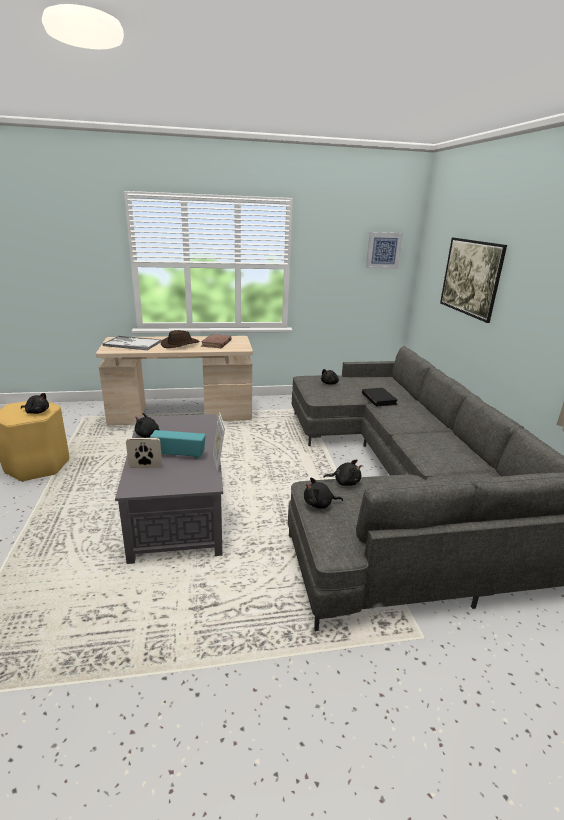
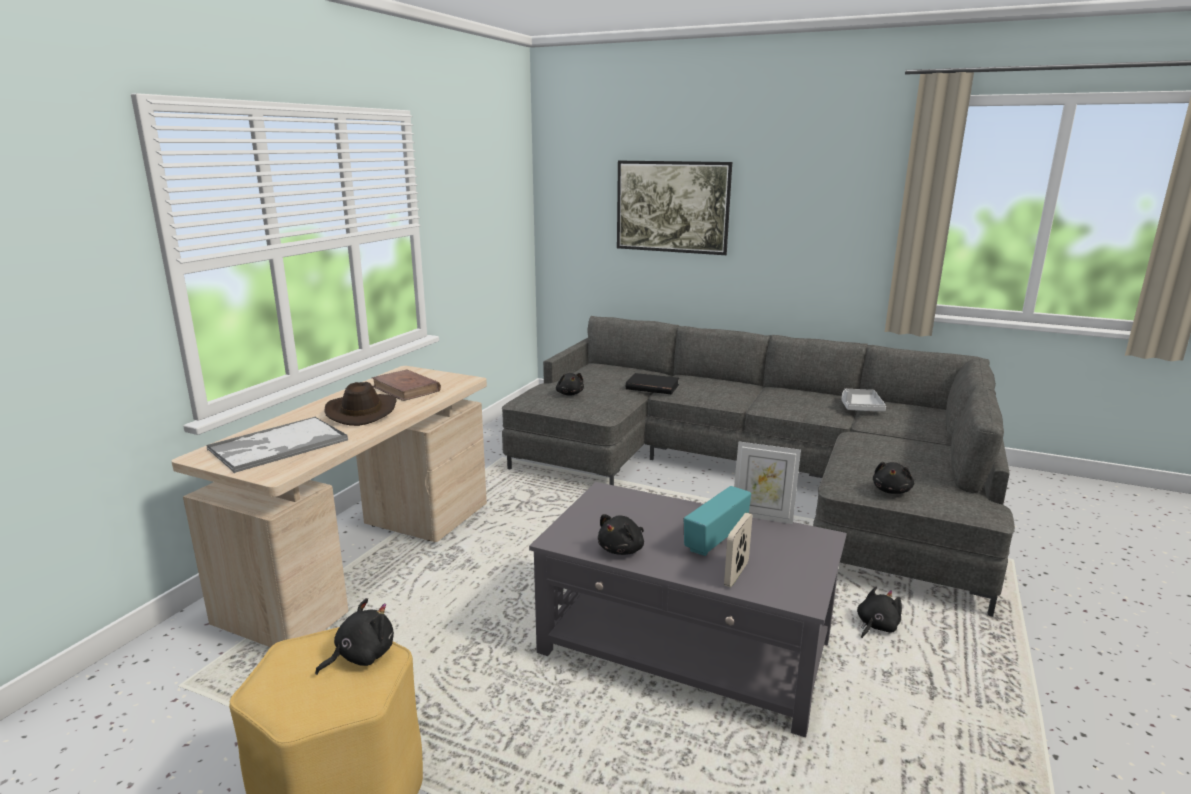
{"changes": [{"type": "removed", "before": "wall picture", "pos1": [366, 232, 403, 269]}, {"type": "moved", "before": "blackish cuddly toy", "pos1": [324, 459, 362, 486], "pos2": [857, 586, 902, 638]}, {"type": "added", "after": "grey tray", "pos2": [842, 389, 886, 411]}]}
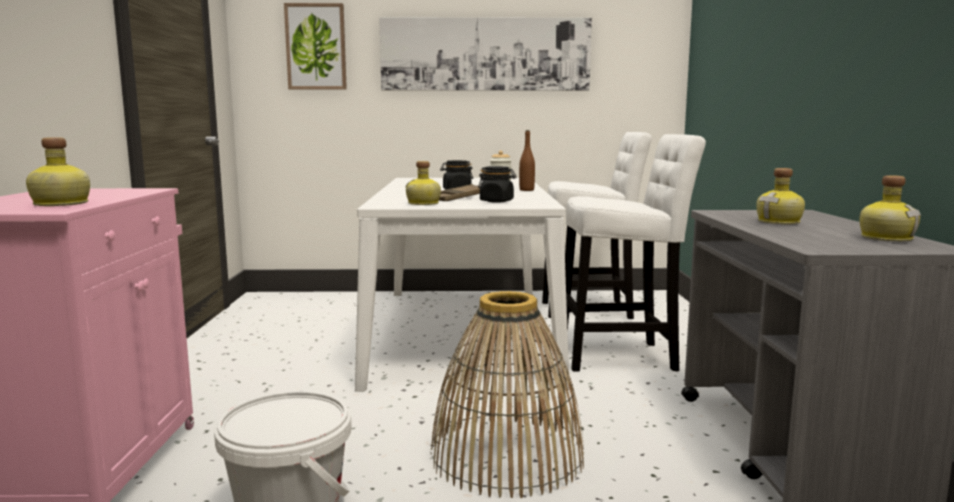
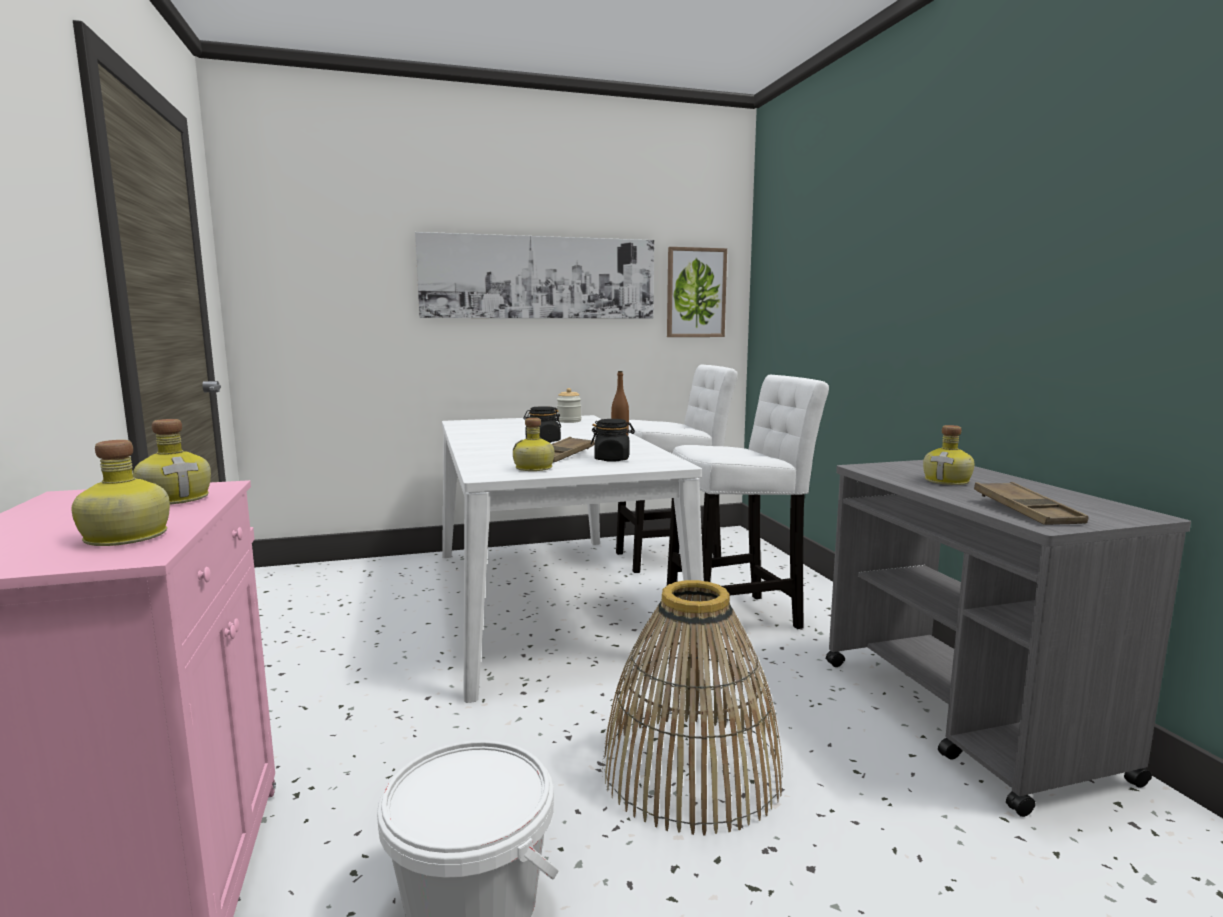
{"changes": [{"type": "moved", "before": "wall picture", "pos1": [284, 3, 347, 90], "pos2": [667, 247, 727, 337]}, {"type": "moved", "before": "beverage bottle", "pos1": [859, 175, 921, 241], "pos2": [133, 419, 211, 505]}, {"type": "added", "after": "brownish tray", "pos2": [974, 482, 1088, 525]}]}
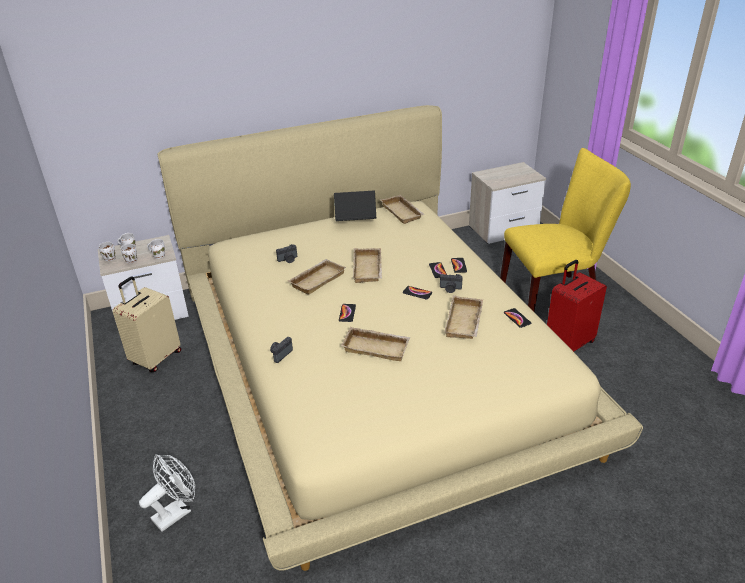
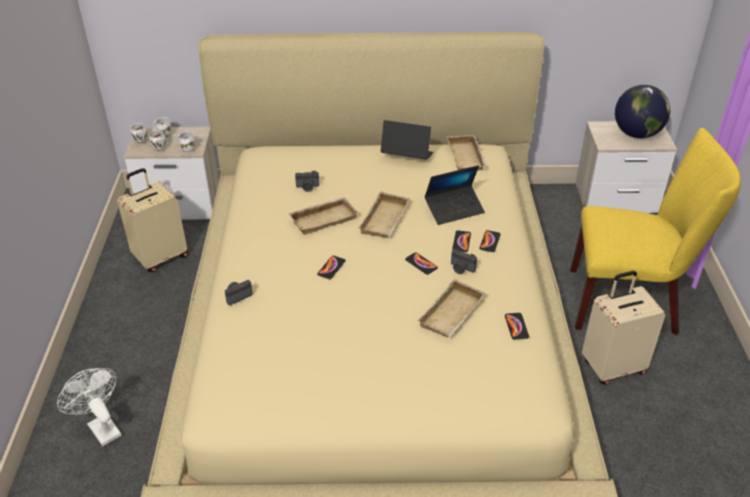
{"changes": [{"type": "recoloured", "before": "reddish travel case", "after": "sand-coloured travel case", "pos1": [547, 260, 607, 352], "pos2": [582, 271, 666, 385]}, {"type": "removed", "before": "sand-coloured tray", "pos1": [341, 327, 410, 361]}, {"type": "turned", "before": "white-coloured electric fan", "pos1": [139, 454, 196, 532], "pos2": [57, 368, 122, 446], "turn": -105}, {"type": "added", "after": "desk globe", "pos2": [615, 85, 670, 138]}, {"type": "added", "after": "notebook computer", "pos2": [425, 165, 485, 225]}]}
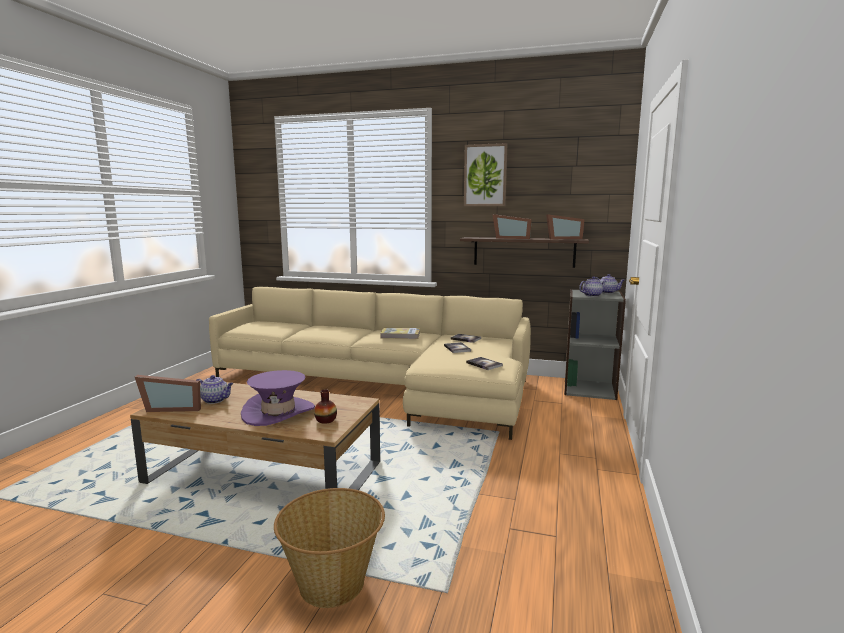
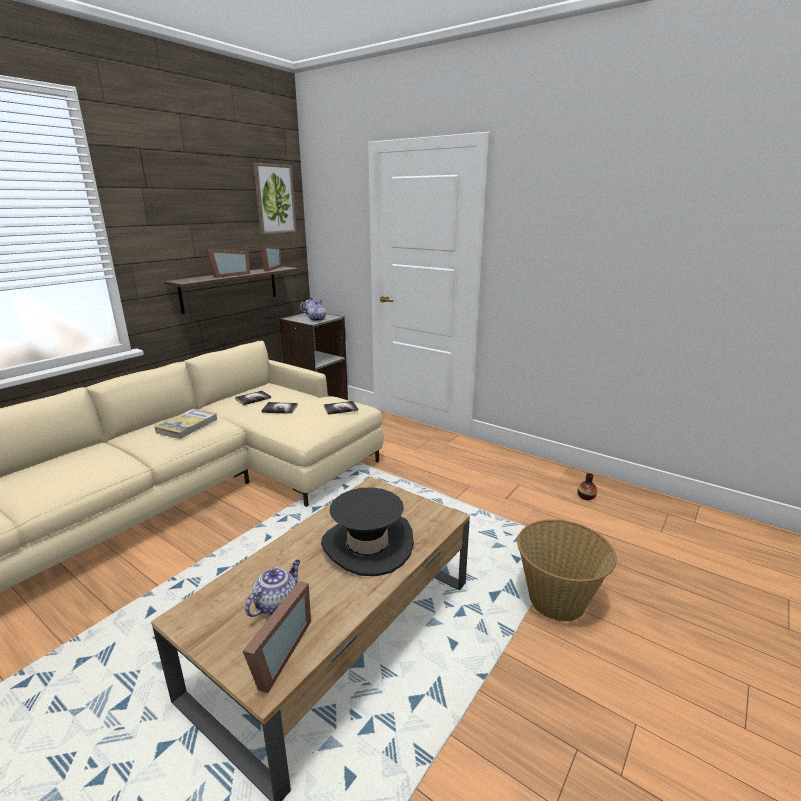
{"changes": [{"type": "moved", "before": "wall picture", "pos1": [464, 143, 507, 206], "pos2": [253, 163, 297, 234]}, {"type": "recoloured", "before": "purplish clothing hat", "after": "blackish clothing hat", "pos1": [241, 370, 315, 426], "pos2": [321, 487, 414, 576]}, {"type": "moved", "before": "flower vase", "pos1": [314, 389, 337, 424], "pos2": [578, 473, 597, 500]}]}
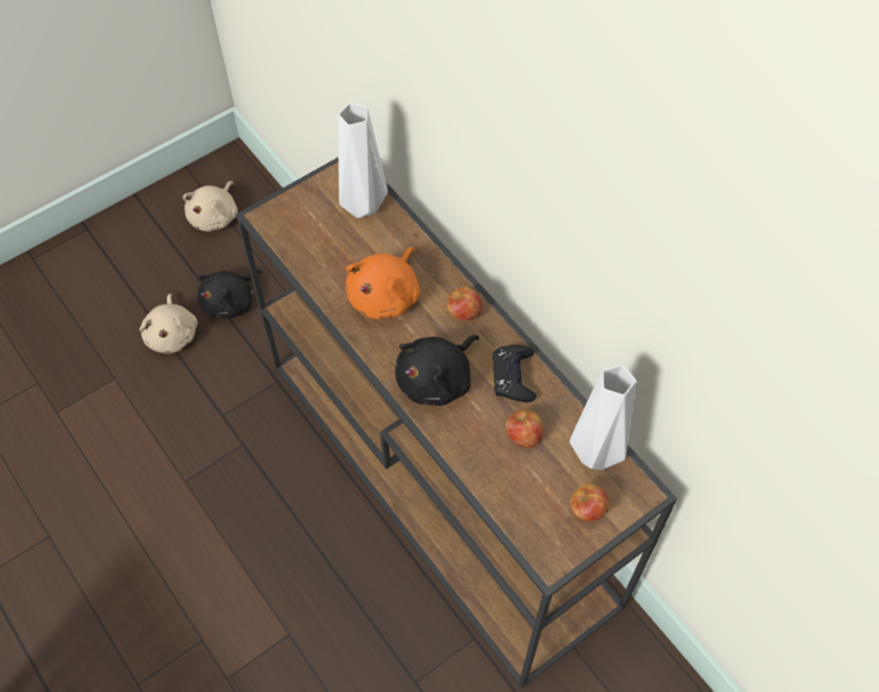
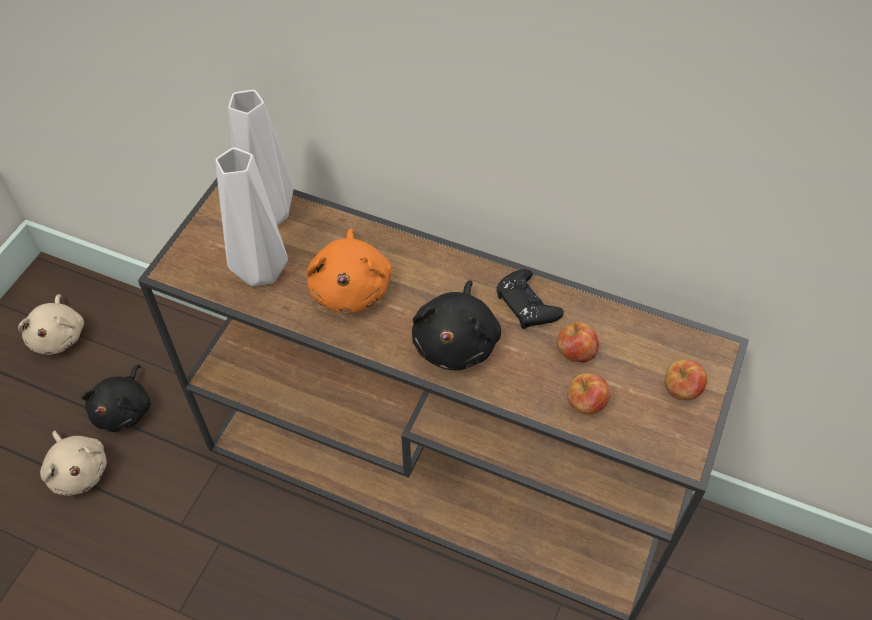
{"changes": [{"type": "moved", "before": "apple", "pos1": [446, 287, 482, 321], "pos2": [567, 373, 611, 415]}, {"type": "moved", "before": "white-coloured flower vase", "pos1": [570, 365, 636, 470], "pos2": [215, 147, 288, 286]}]}
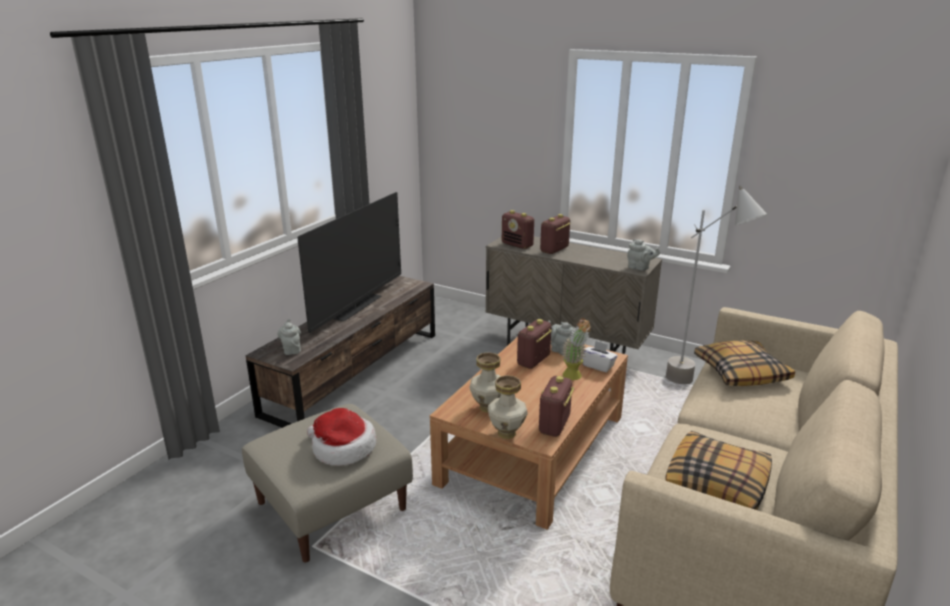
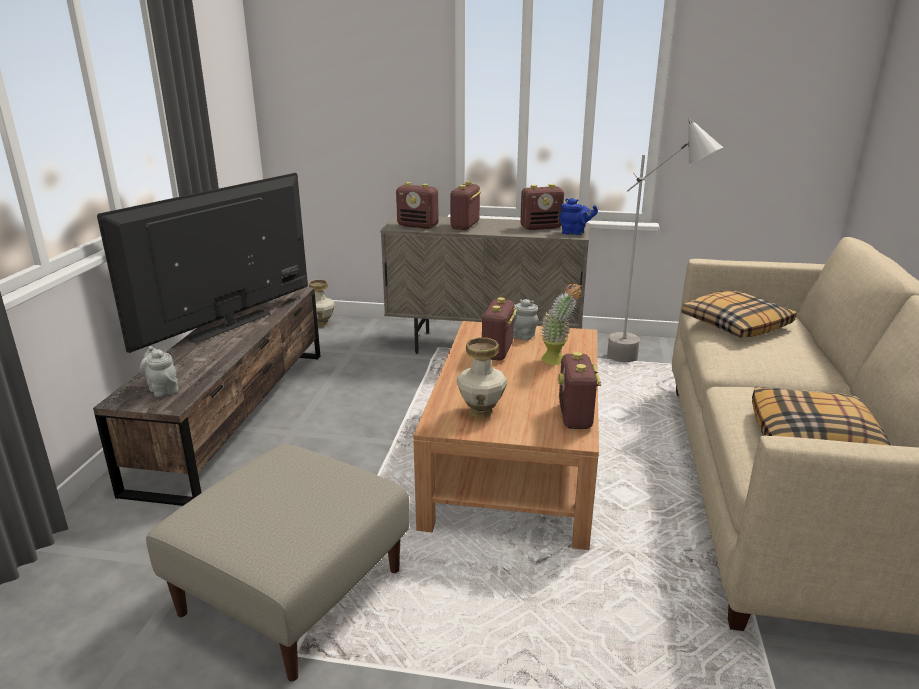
{"changes": [{"type": "turned", "before": "TV set", "pos1": [297, 192, 401, 333], "pos2": [97, 173, 308, 353], "turn": -150}, {"type": "recoloured", "before": "grey teapot", "after": "bluish teapot", "pos1": [627, 239, 660, 271], "pos2": [559, 198, 598, 235]}, {"type": "removed", "before": "white-coloured tissue box", "pos1": [582, 341, 618, 372]}, {"type": "moved", "before": "flower vase", "pos1": [487, 375, 528, 439], "pos2": [309, 279, 335, 326]}, {"type": "removed", "before": "clothing hat", "pos1": [307, 408, 376, 466]}, {"type": "added", "after": "radio receiver", "pos2": [520, 184, 564, 230]}]}
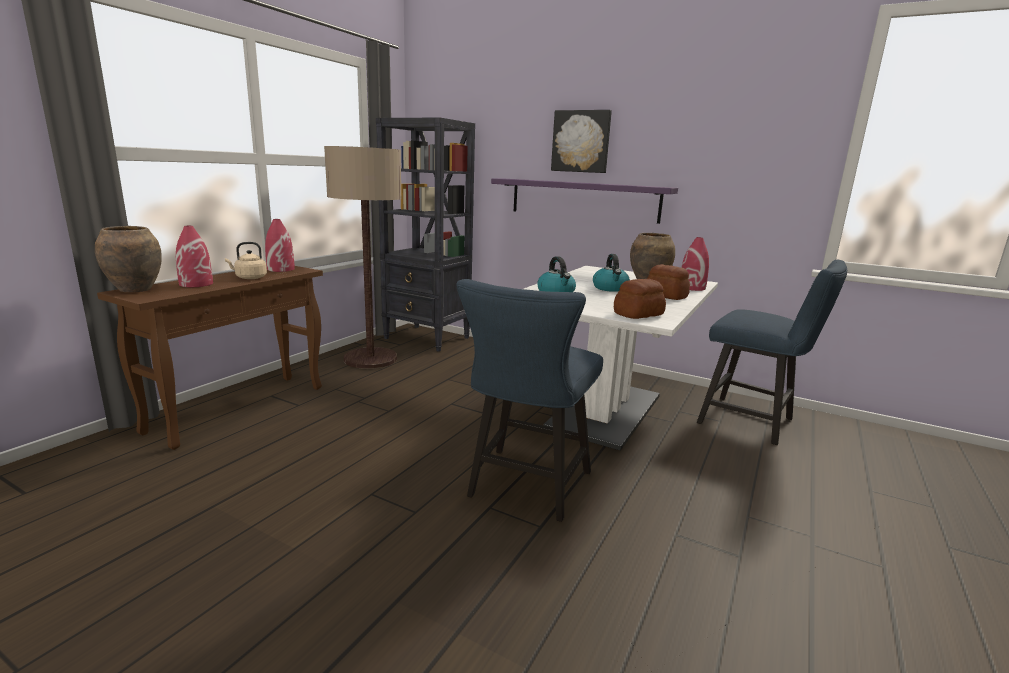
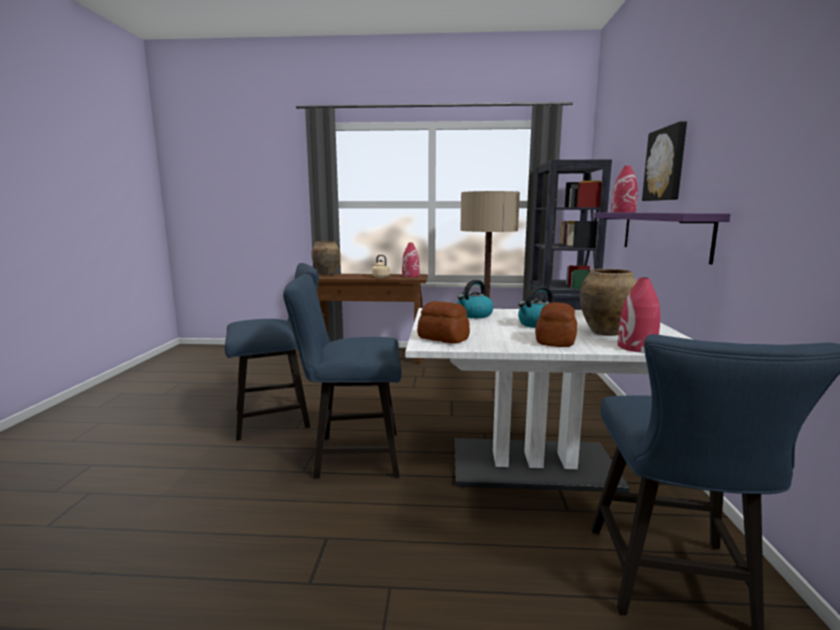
{"changes": [{"type": "moved", "before": "reddish flower vase", "pos1": [176, 226, 213, 287], "pos2": [611, 165, 638, 212]}, {"type": "added", "after": "bluish upright chair", "pos2": [225, 263, 319, 441]}]}
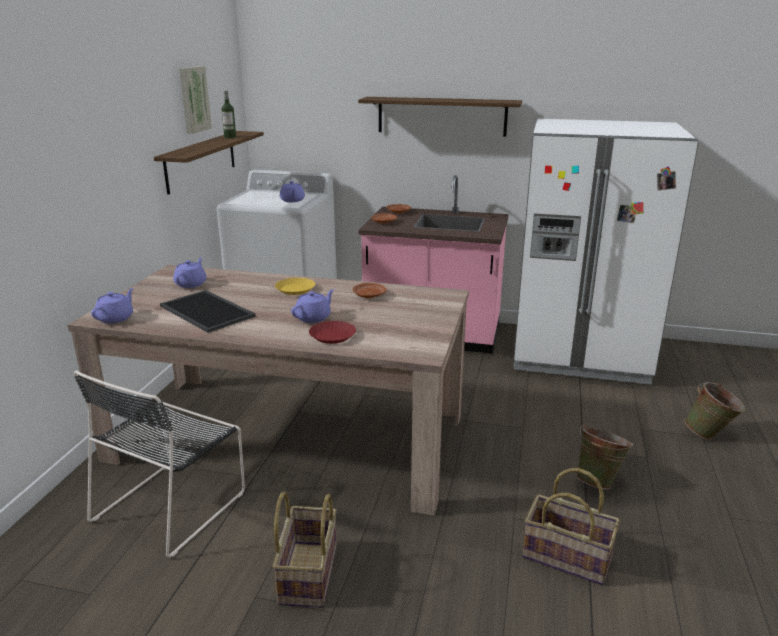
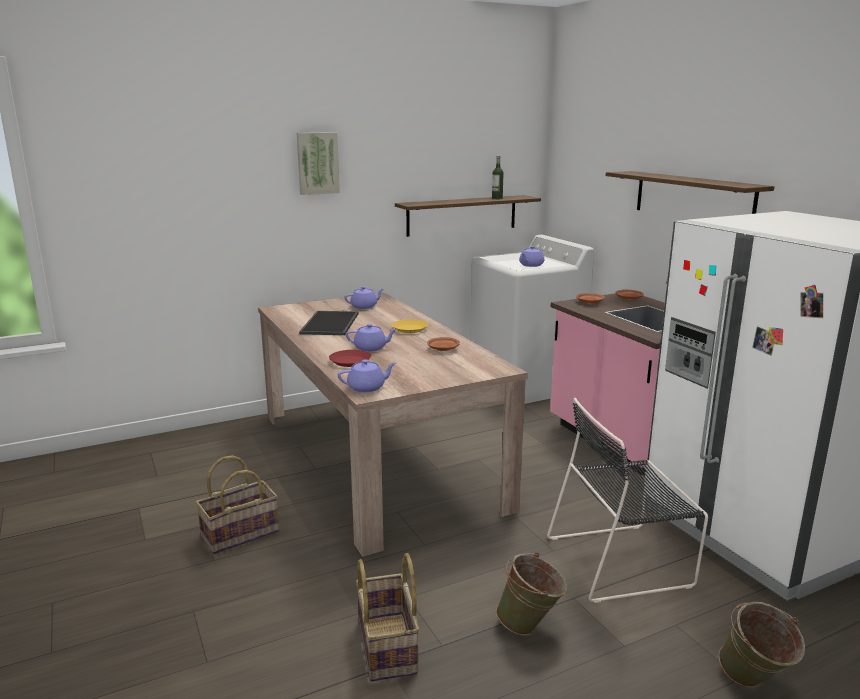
{"changes": [{"type": "moved", "before": "wall picture", "pos1": [179, 66, 212, 134], "pos2": [297, 132, 340, 195]}, {"type": "moved", "before": "purplish teapot", "pos1": [91, 288, 133, 324], "pos2": [338, 359, 396, 392]}, {"type": "moved", "before": "blackish upright chair", "pos1": [74, 370, 245, 558], "pos2": [547, 398, 708, 603]}]}
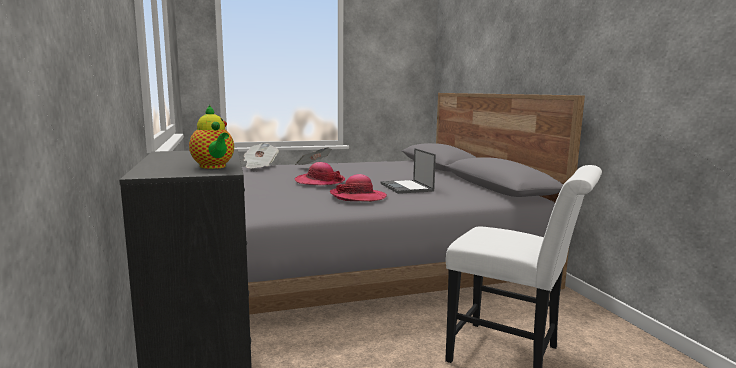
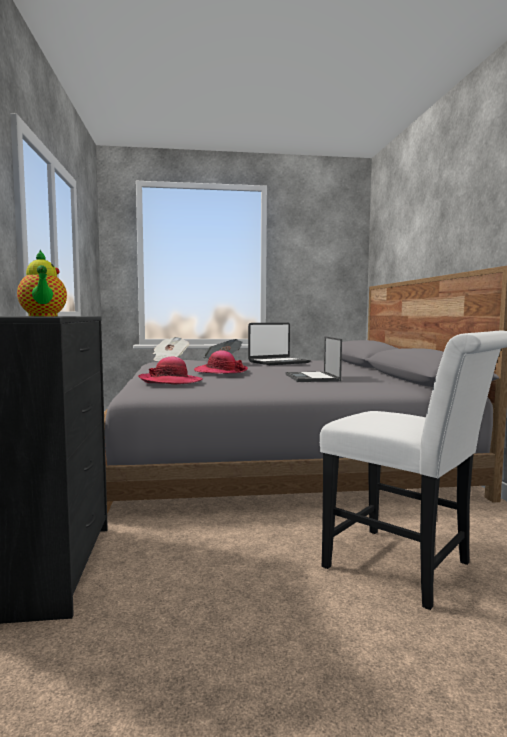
{"changes": [{"type": "moved", "before": "clothing hat", "pos1": [330, 174, 387, 202], "pos2": [138, 356, 203, 385]}, {"type": "added", "after": "notebook computer", "pos2": [248, 323, 311, 365]}]}
